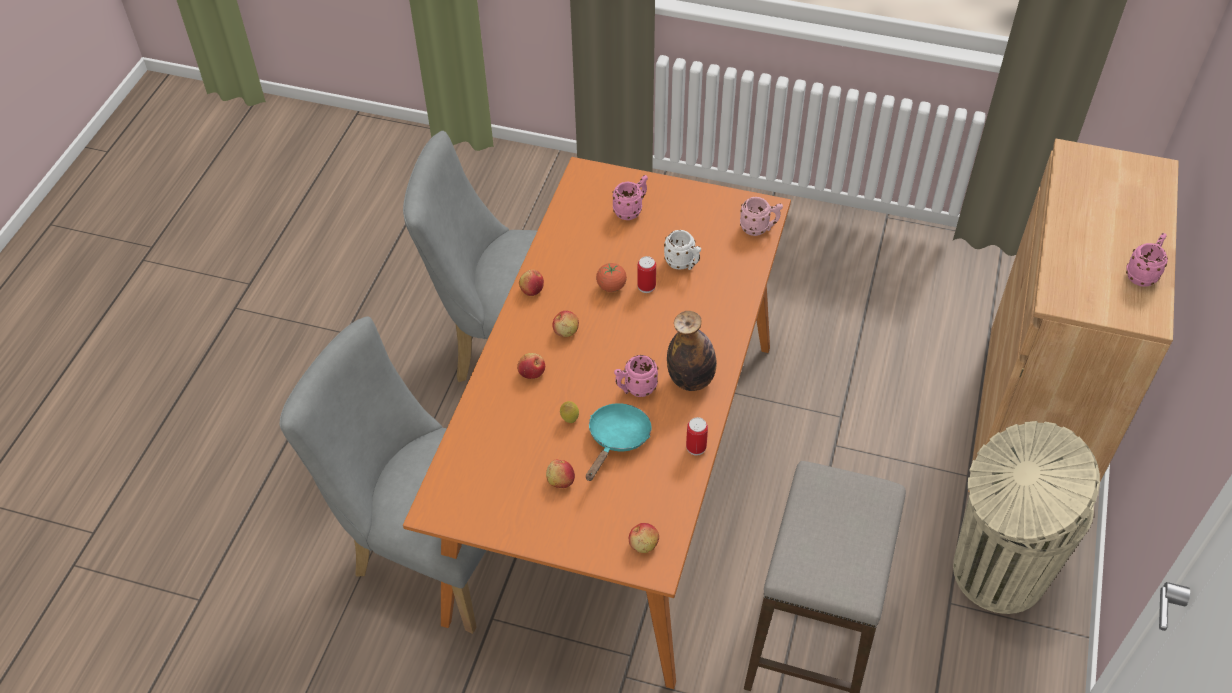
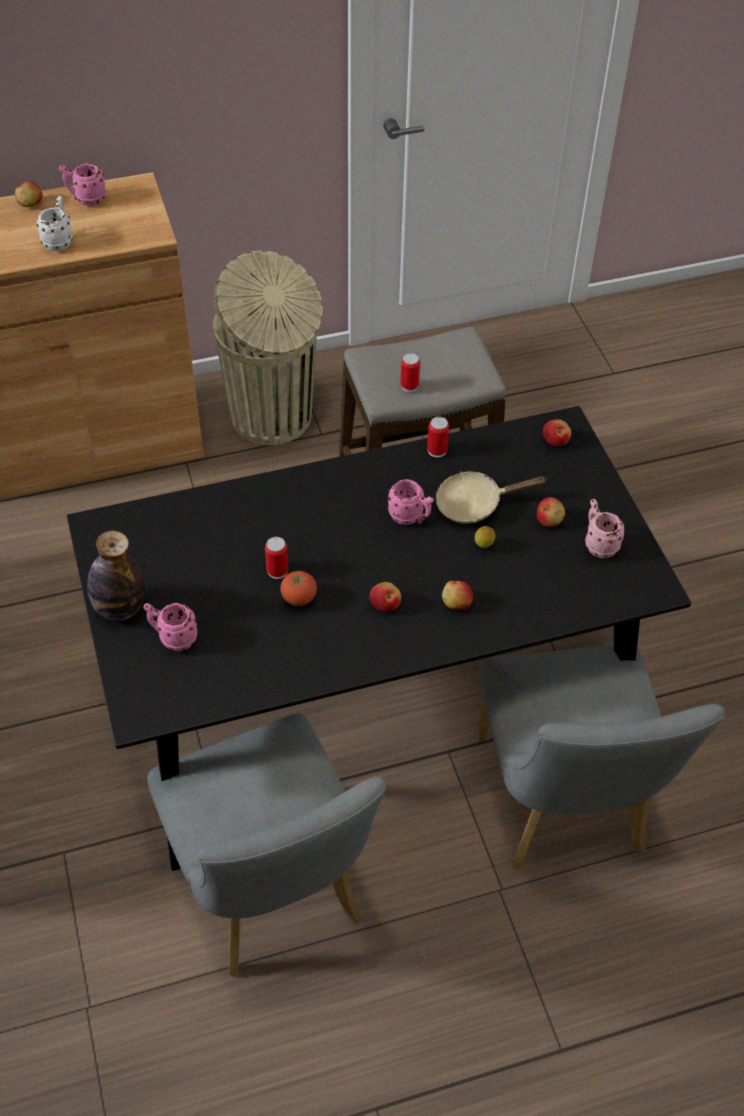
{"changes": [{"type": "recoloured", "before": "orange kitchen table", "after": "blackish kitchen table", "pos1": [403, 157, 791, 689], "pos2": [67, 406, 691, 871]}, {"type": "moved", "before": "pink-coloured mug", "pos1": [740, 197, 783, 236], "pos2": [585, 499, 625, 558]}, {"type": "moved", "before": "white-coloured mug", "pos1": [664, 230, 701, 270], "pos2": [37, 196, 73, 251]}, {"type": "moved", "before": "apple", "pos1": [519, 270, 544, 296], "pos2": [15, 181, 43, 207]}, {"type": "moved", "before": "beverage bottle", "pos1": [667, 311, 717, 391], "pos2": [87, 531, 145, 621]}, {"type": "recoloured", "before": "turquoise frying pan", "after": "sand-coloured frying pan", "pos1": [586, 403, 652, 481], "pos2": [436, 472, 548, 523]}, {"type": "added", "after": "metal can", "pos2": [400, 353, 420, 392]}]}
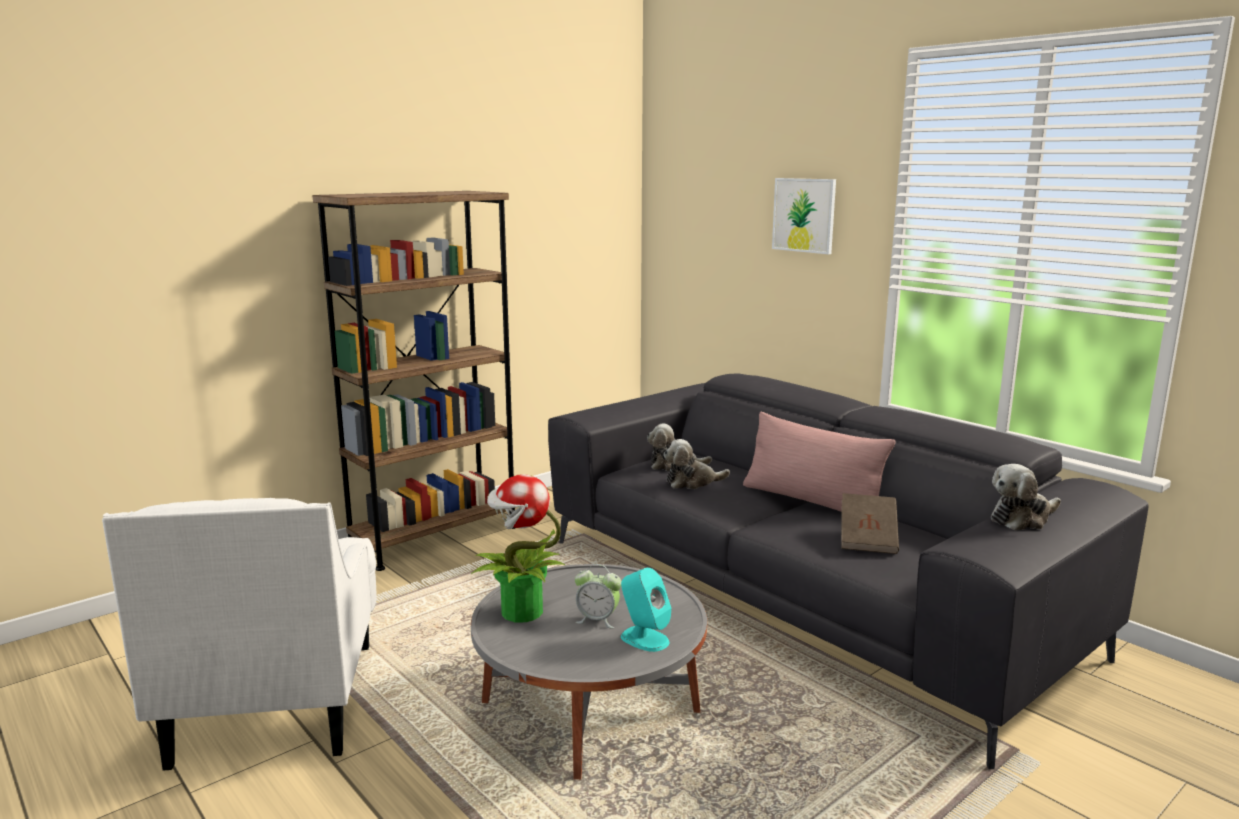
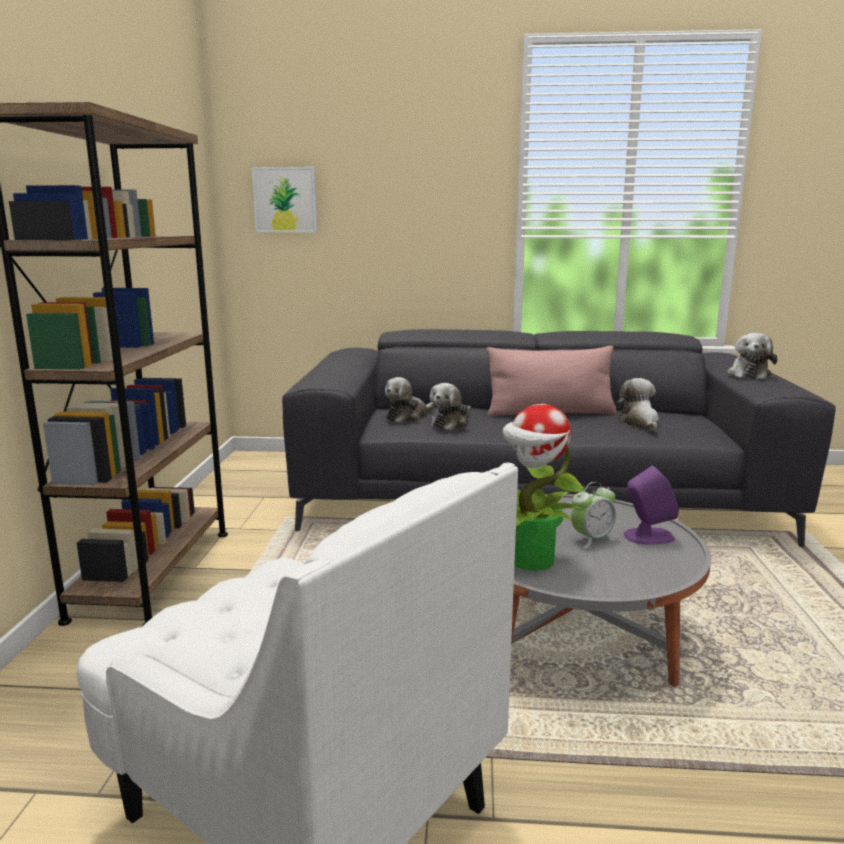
{"changes": [{"type": "moved", "before": "wall picture", "pos1": [772, 178, 836, 254], "pos2": [252, 167, 317, 232]}, {"type": "replaced", "before": "brownish book", "after": "cuddly toy", "pos1": [841, 493, 899, 554], "pos2": [616, 378, 659, 432]}, {"type": "recoloured", "before": "turquoise speaker", "after": "purplish speaker", "pos1": [621, 568, 671, 652], "pos2": [624, 466, 679, 545]}]}
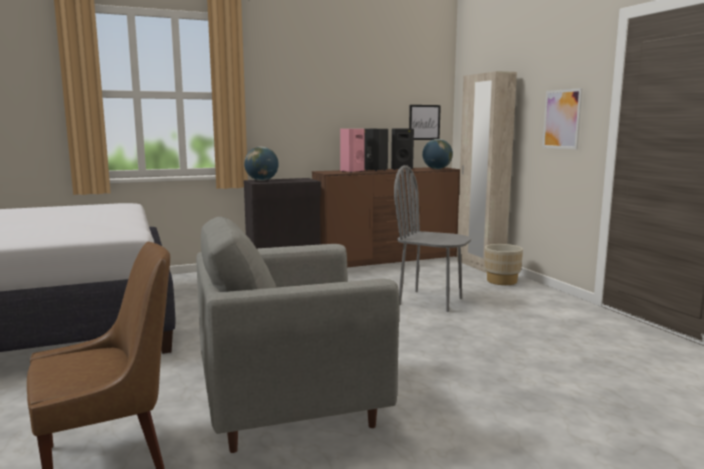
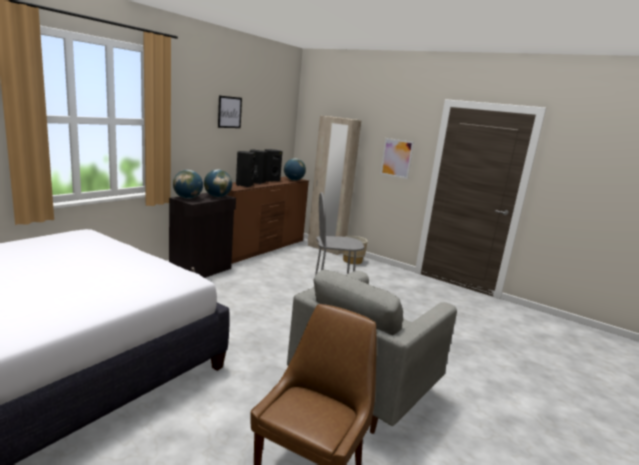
{"changes": [{"type": "moved", "before": "wall picture", "pos1": [409, 105, 441, 140], "pos2": [218, 96, 242, 128]}, {"type": "recoloured", "before": "pink-coloured speaker", "after": "blackish speaker", "pos1": [340, 129, 365, 173], "pos2": [236, 151, 255, 187]}, {"type": "added", "after": "desk globe", "pos2": [204, 169, 232, 197]}]}
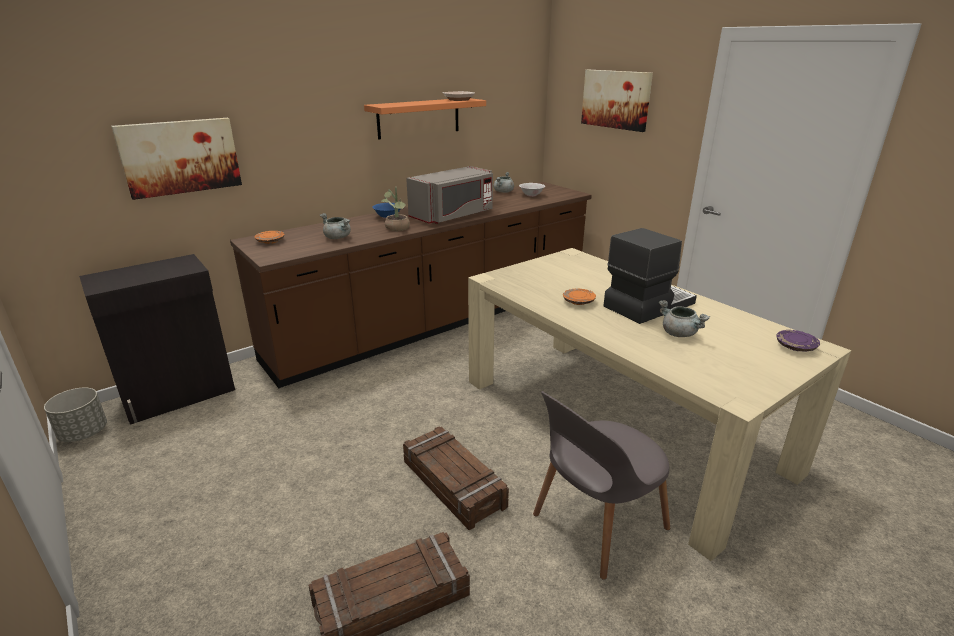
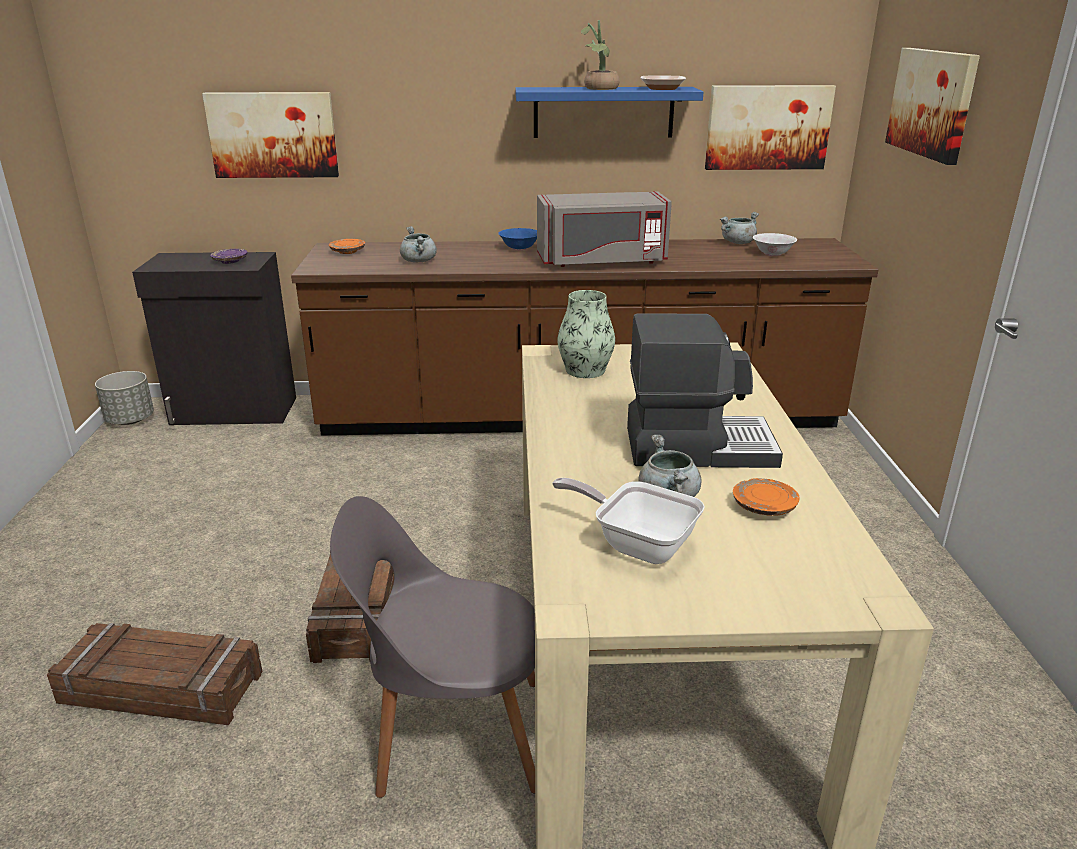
{"changes": [{"type": "recoloured", "before": "orange wall shelf", "after": "bluish wall shelf", "pos1": [364, 98, 486, 140], "pos2": [516, 87, 703, 138]}, {"type": "moved", "before": "plant in a pot", "pos1": [381, 187, 410, 231], "pos2": [581, 20, 620, 90]}, {"type": "moved", "before": "orange dinner plate", "pos1": [563, 289, 596, 305], "pos2": [733, 478, 799, 516]}, {"type": "moved", "before": "purplish dinner plate", "pos1": [776, 330, 820, 352], "pos2": [210, 249, 247, 264]}, {"type": "added", "after": "wall picture", "pos2": [705, 85, 836, 170]}, {"type": "added", "after": "flower vase", "pos2": [557, 290, 615, 378]}, {"type": "added", "after": "frying pan", "pos2": [552, 478, 705, 564]}]}
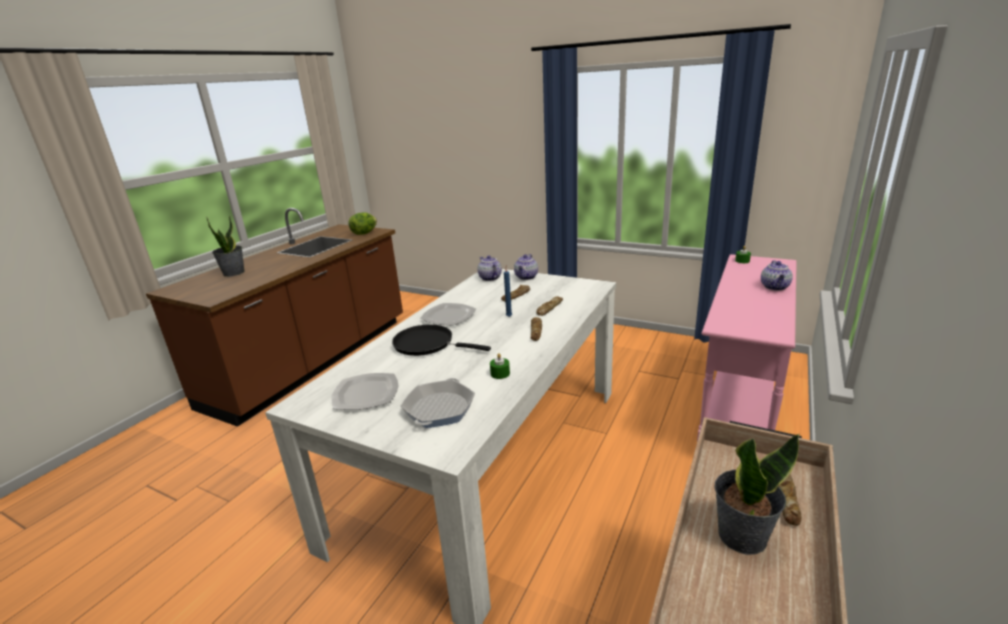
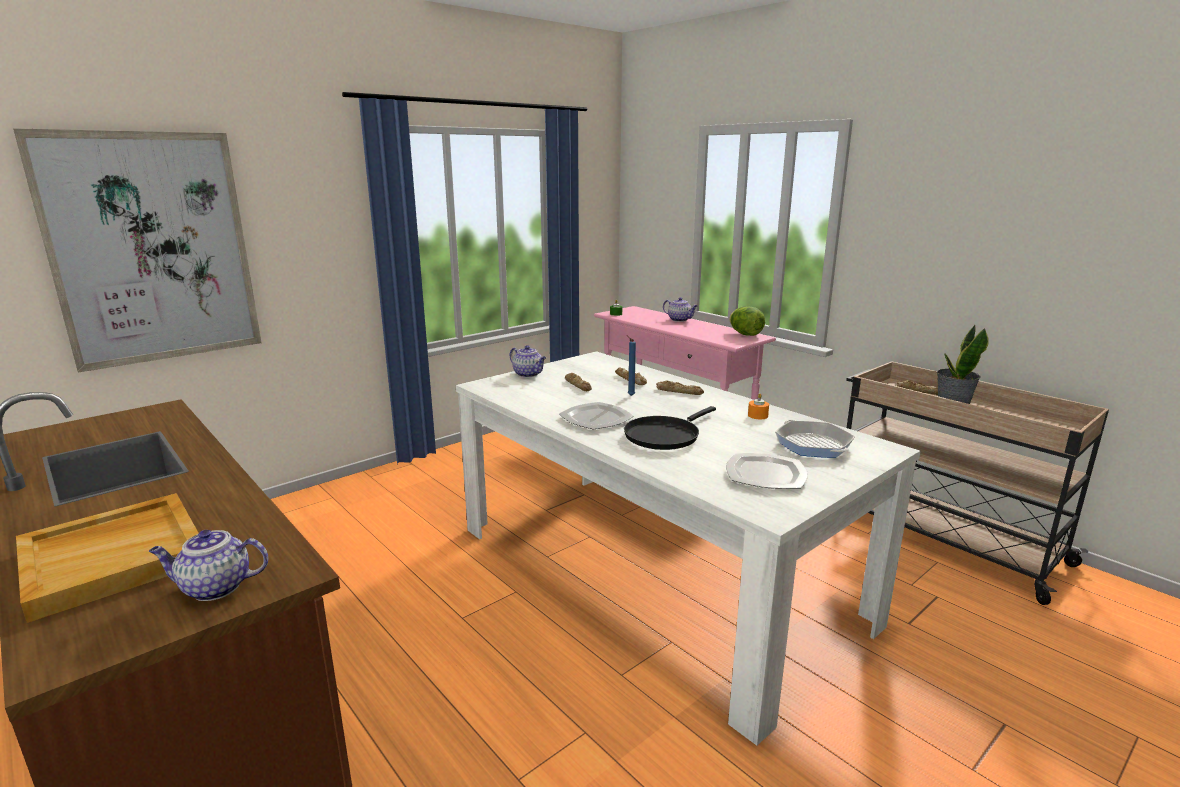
{"changes": [{"type": "moved", "before": "head of lettuce", "pos1": [348, 212, 377, 235], "pos2": [729, 306, 765, 336]}, {"type": "replaced", "before": "plant in a pot", "after": "sand-coloured tray", "pos1": [206, 216, 244, 277], "pos2": [16, 493, 199, 623]}, {"type": "moved", "before": "teapot", "pos1": [477, 256, 502, 281], "pos2": [149, 530, 268, 601]}, {"type": "recoloured", "before": "green candle", "after": "orange candle", "pos1": [490, 353, 510, 379], "pos2": [748, 393, 769, 419]}, {"type": "turned", "before": "frying pan", "pos1": [401, 378, 475, 428], "pos2": [775, 420, 855, 458], "turn": -150}, {"type": "added", "after": "wall picture", "pos2": [13, 128, 262, 373]}]}
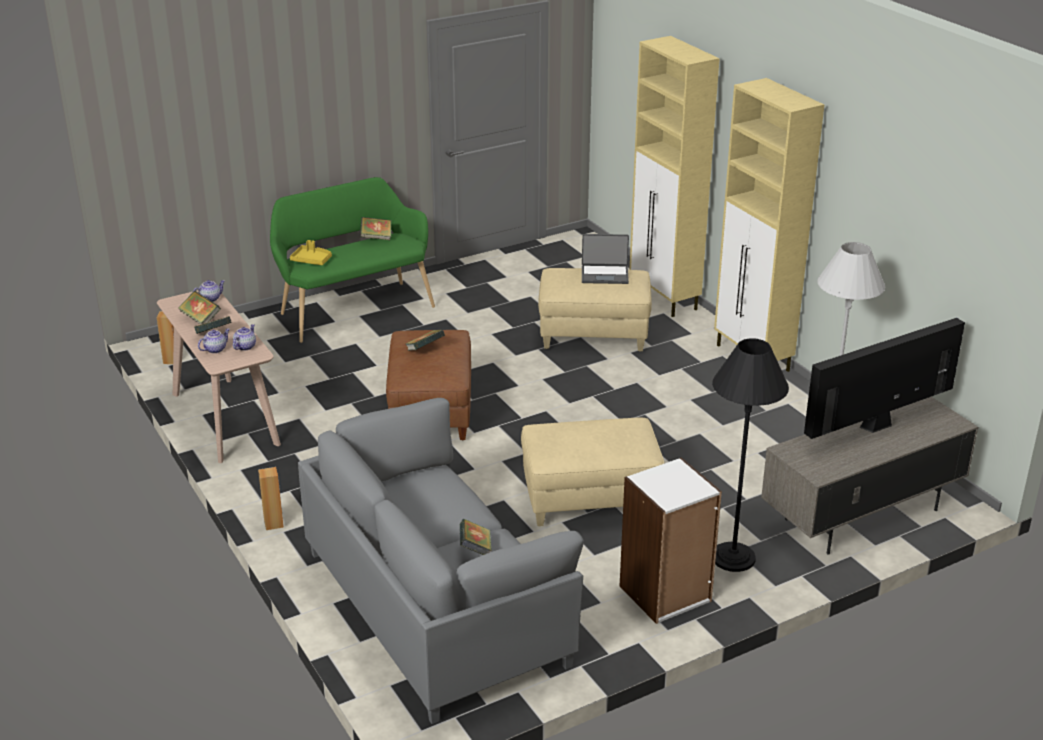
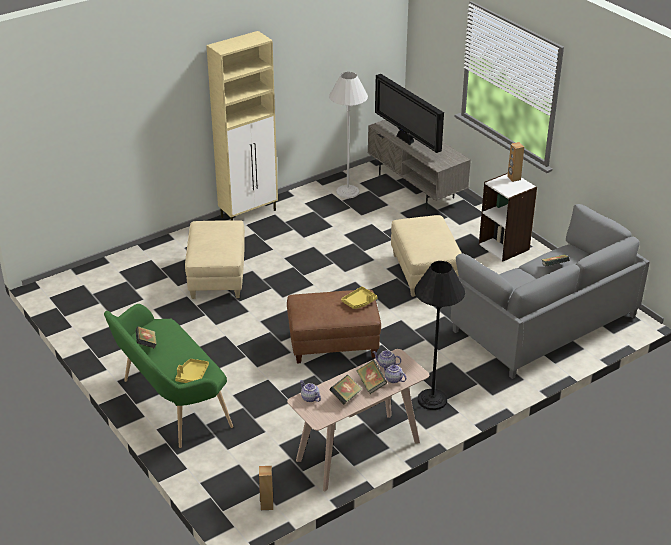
{"changes": [{"type": "removed", "before": "sand-coloured storage cabinet", "pos1": [630, 36, 720, 317]}, {"type": "removed", "before": "notebook computer", "pos1": [582, 234, 629, 284]}, {"type": "removed", "before": "book", "pos1": [406, 330, 445, 351]}, {"type": "moved", "before": "blackish floor lamp", "pos1": [712, 338, 789, 572], "pos2": [414, 261, 465, 410]}, {"type": "moved", "before": "brownish speaker", "pos1": [258, 467, 284, 530], "pos2": [507, 142, 524, 182]}, {"type": "added", "after": "yellowish tray", "pos2": [341, 286, 378, 309]}]}
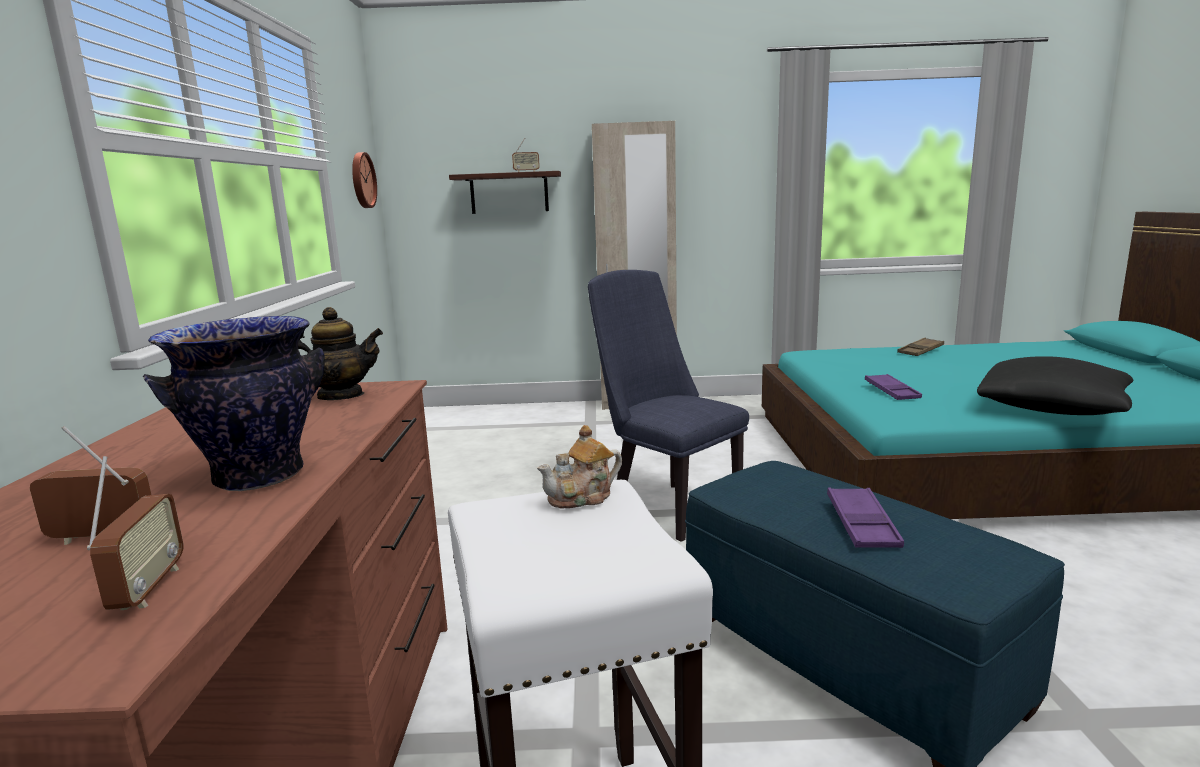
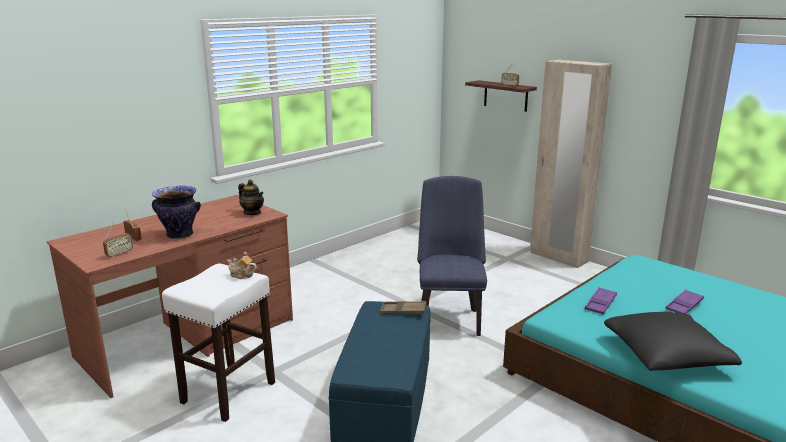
{"changes": [{"type": "removed", "before": "wall clock", "pos1": [352, 152, 377, 208]}, {"type": "moved", "before": "brownish tray", "pos1": [897, 338, 944, 356], "pos2": [380, 301, 426, 314]}, {"type": "moved", "before": "purplish tray", "pos1": [827, 487, 904, 548], "pos2": [665, 290, 704, 314]}]}
